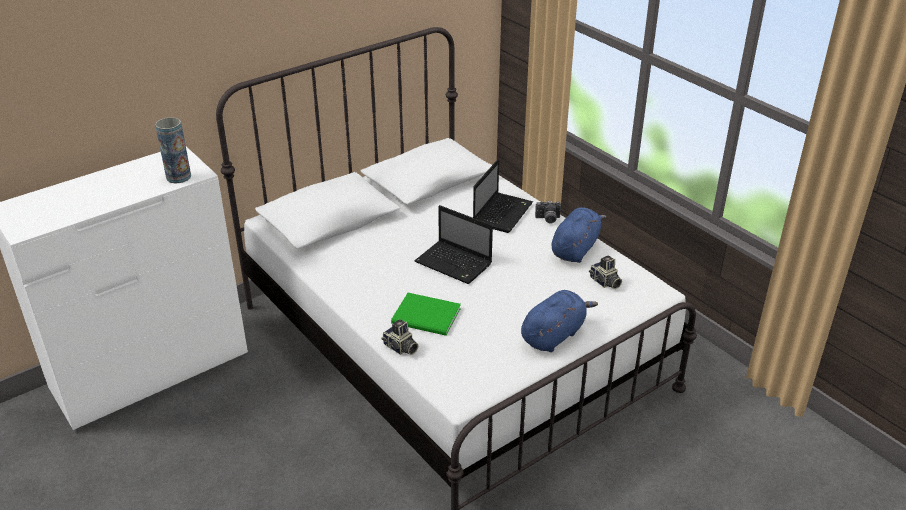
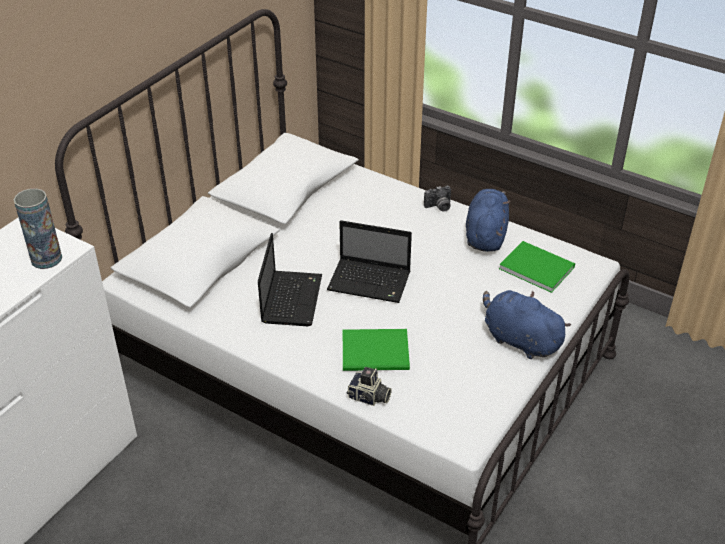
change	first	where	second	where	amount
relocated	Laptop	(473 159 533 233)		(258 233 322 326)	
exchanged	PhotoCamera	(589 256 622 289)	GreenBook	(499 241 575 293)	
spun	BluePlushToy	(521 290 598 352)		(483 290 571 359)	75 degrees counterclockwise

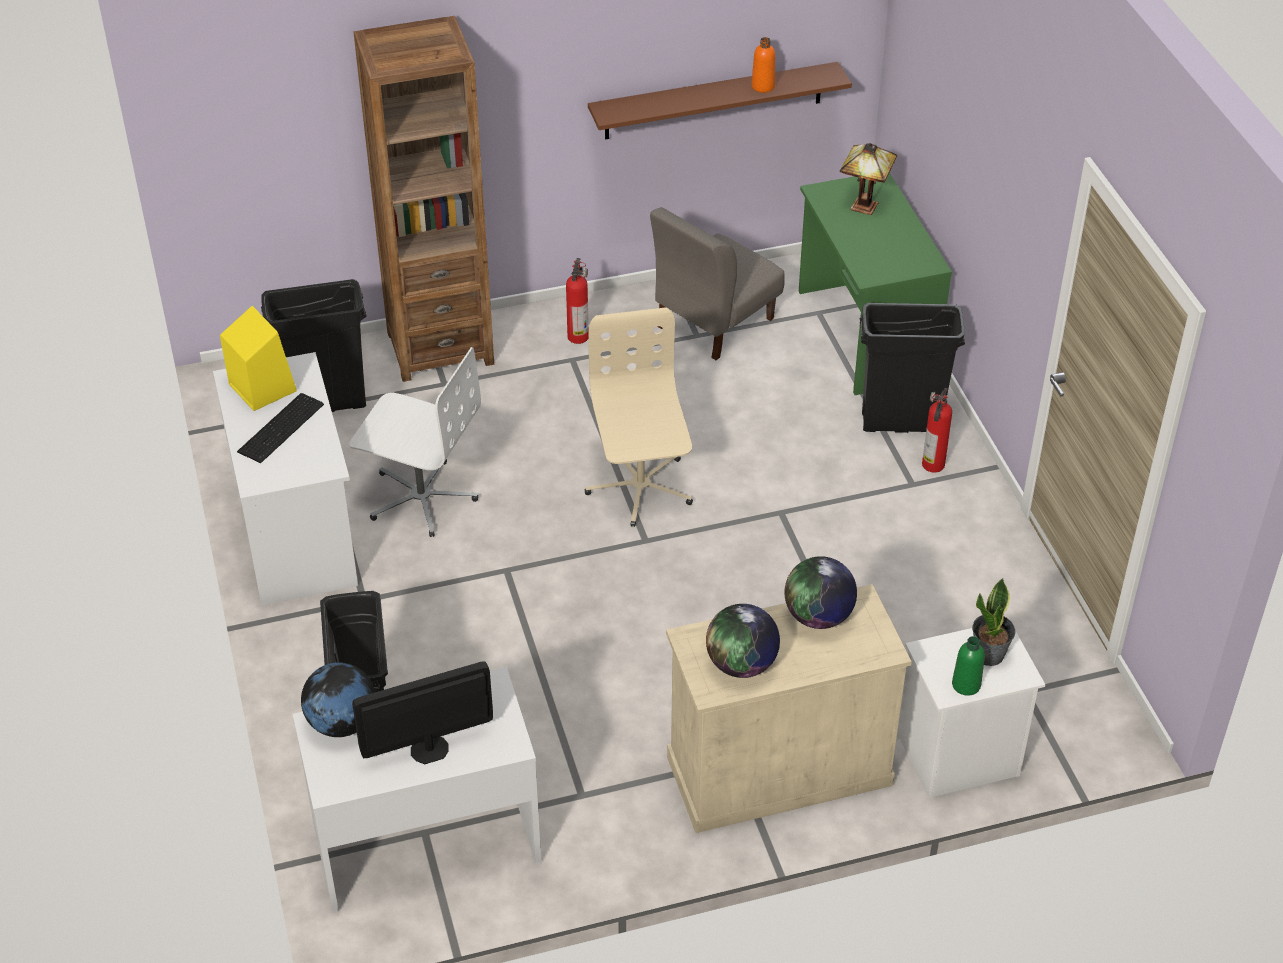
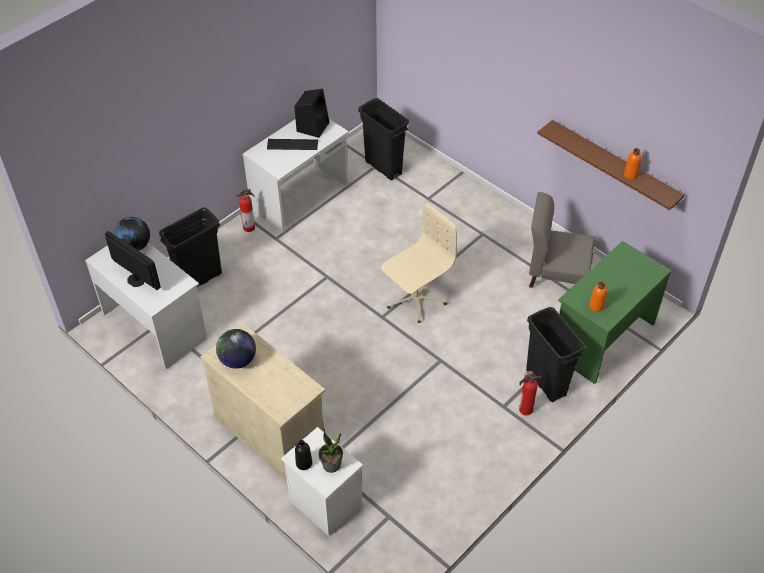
change	first	where	second	where	amount
missing	BrownBookcase	(353 16 494 382)			
missing	TableLamp	(840 143 897 215)			
relocated	FireExtinguisher	(566 258 589 344)		(236 189 255 232)	
colour	YellowSpeaker	(220 306 297 411)	BlackSpeaker	(294 89 329 138)	
missing	WhiteOfficeChair	(349 347 481 537)			
missing	Globe	(784 556 857 629)			
colour	GreenBottle	(952 636 985 696)	BlackBottle	(295 440 312 470)	
appeared			OrangeBottle	(589 282 607 312)	

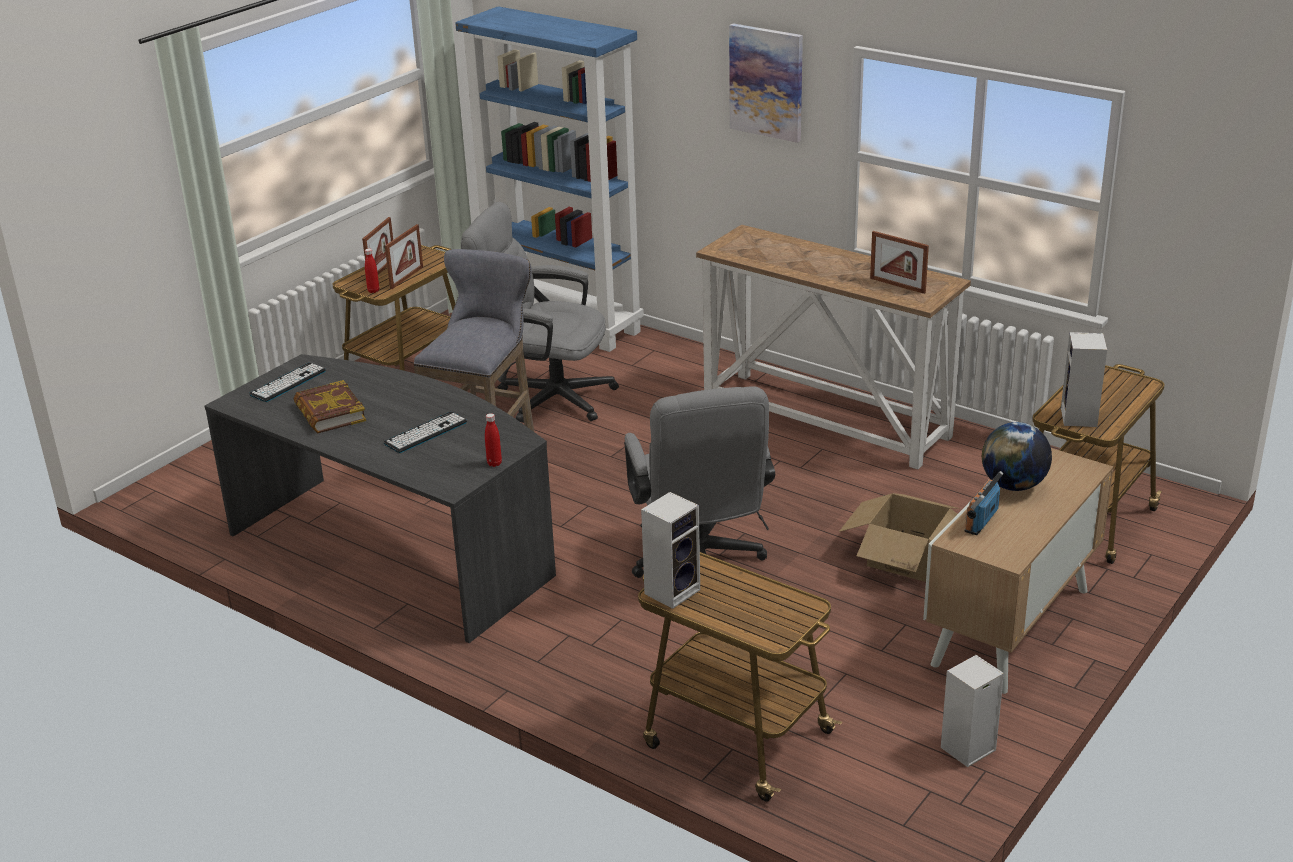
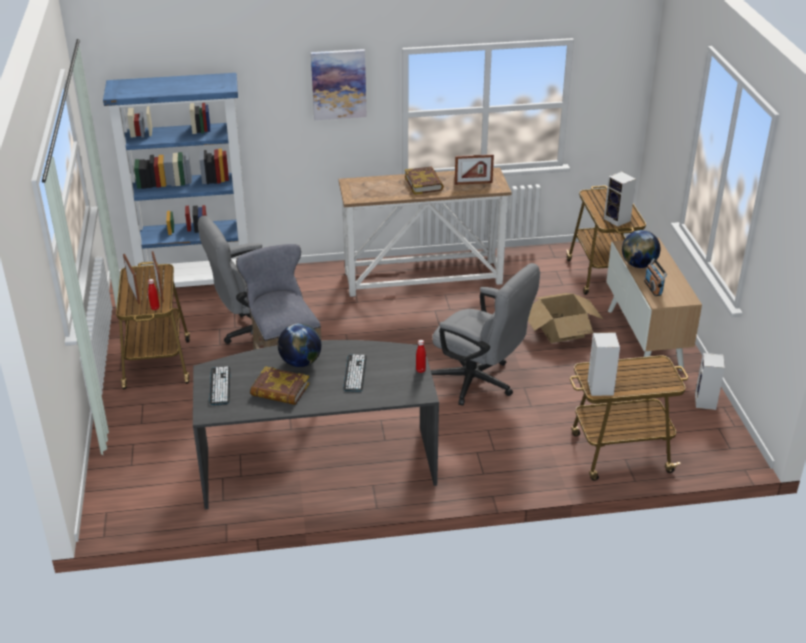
change	first	where	second	where	amount
appeared			Book	(405 166 444 194)	
appeared			Globe	(278 323 321 367)	

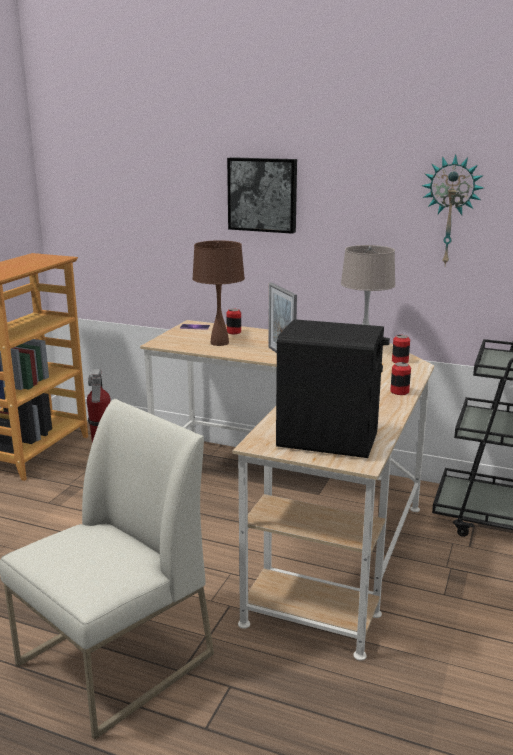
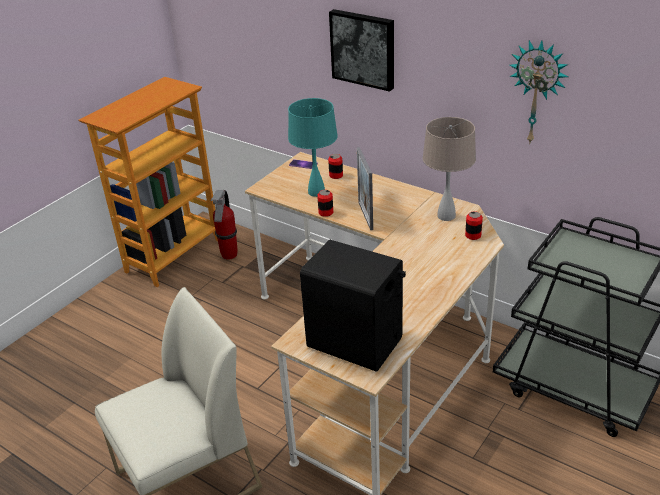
change	first	where	second	where	amount
colour	BrownTableLamp	(192 240 245 346)	TurquoiseTableLamp	(288 98 338 197)	
relocated	Can	(390 362 411 395)		(317 190 333 217)	

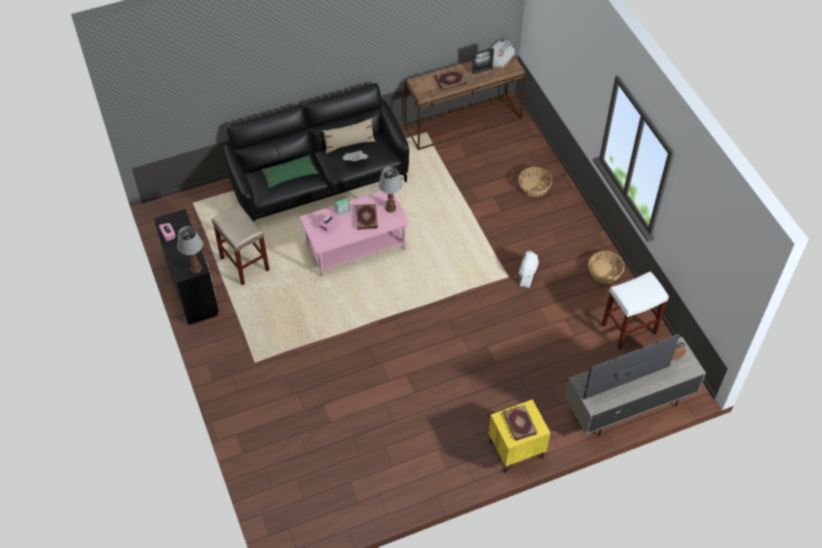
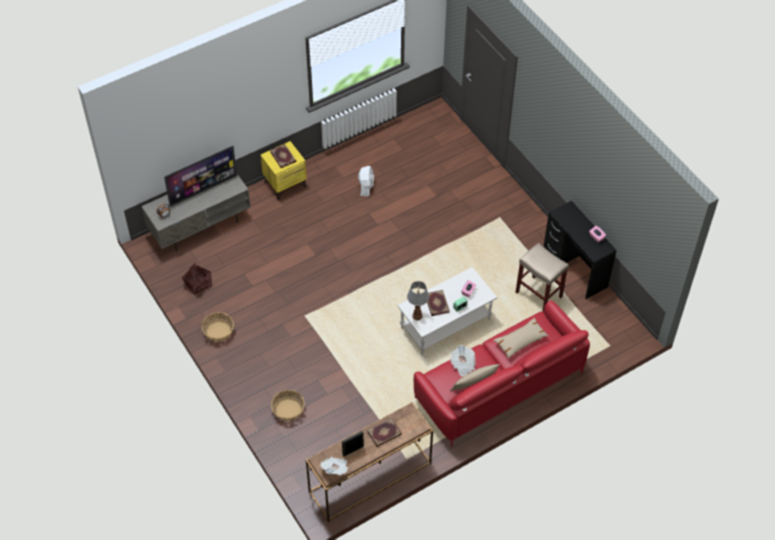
change	first	where	second	where	amount
colour	BlackSofa	(224 83 409 221)	RedSofa	(414 300 590 447)	
colour	GreenPillow	(261 154 319 188)	BeigePillow	(493 318 549 358)	
colour	PinkCoffeeTable	(299 191 410 276)	WhiteCoffeeTable	(398 267 498 356)	
missing	TableLamp	(177 226 203 273)			
relocated	WhiteFan	(519 251 539 288)		(358 166 374 197)	
exchanged	WhiteStool	(602 271 669 350)	Basket	(182 263 212 295)	

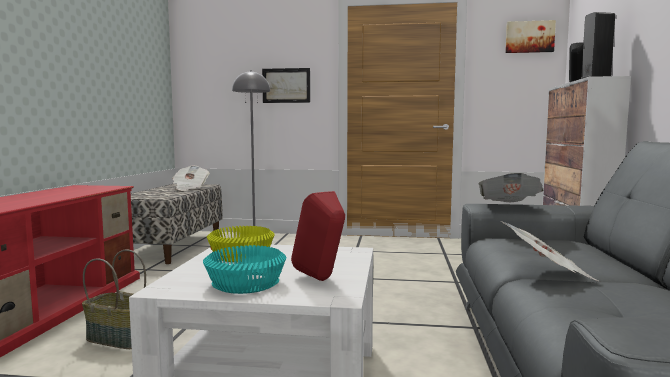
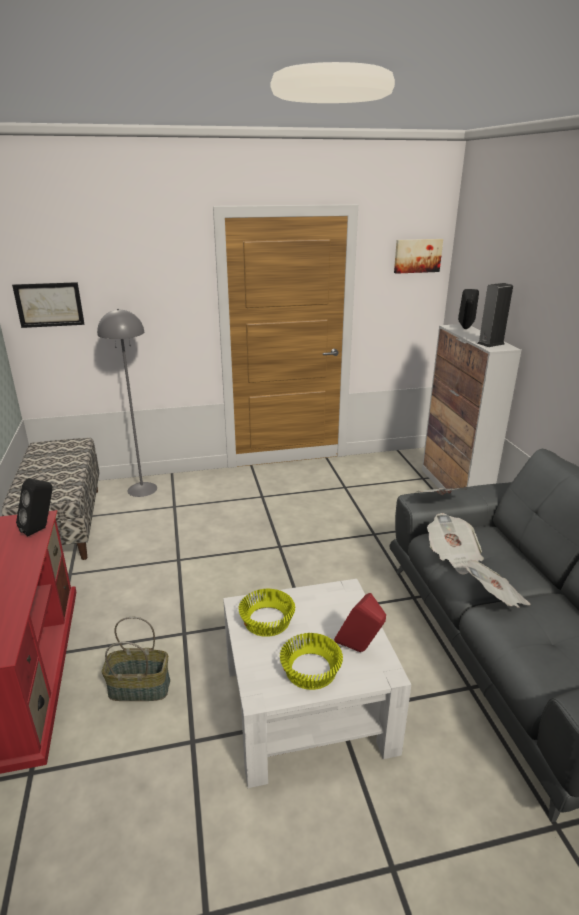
change	first	where	second	where	amount
relocated	Picture	(262 68 310 103)		(12 282 84 328)	
relocated	Newspaper	(172 166 209 190)		(427 513 484 575)	
colour	TurquoiseBowl	(203 245 286 294)	YellowBowl	(280 633 343 690)	
appeared			BlackSpeaker	(16 478 53 536)	

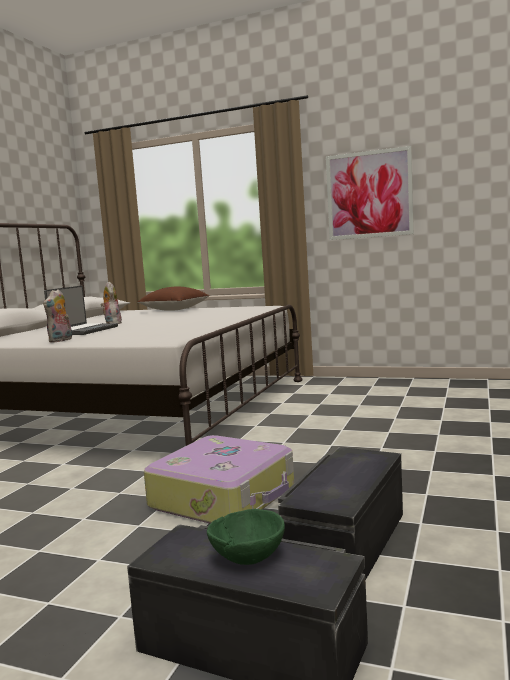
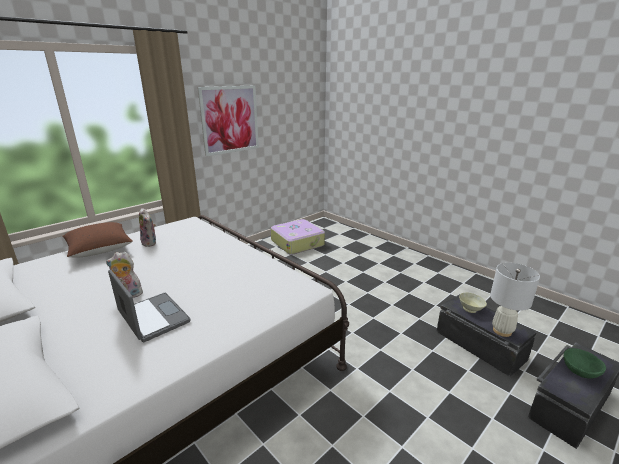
change	first	where	second	where	amount
relocated	PlushToy	(43 289 72 342)		(139 208 156 247)	
relocated	Suitcase	(144 435 294 524)		(271 219 325 255)	
appeared			WhiteTableLamp	(490 263 540 337)	
appeared			BeigeBowl	(459 293 487 313)	

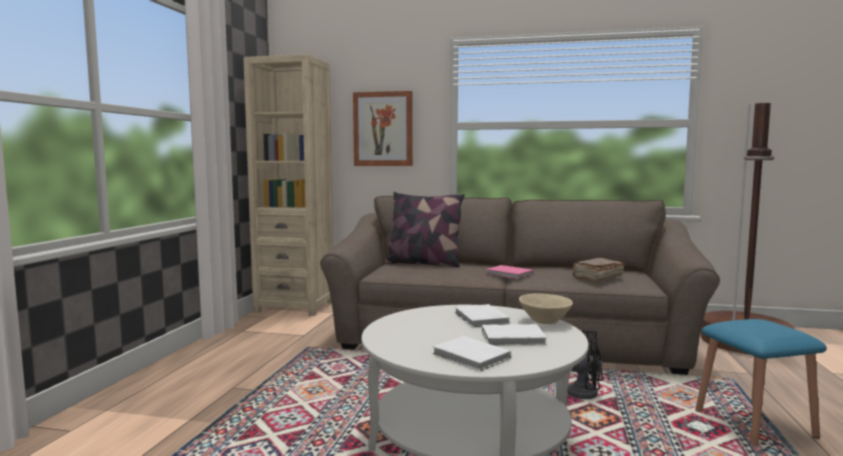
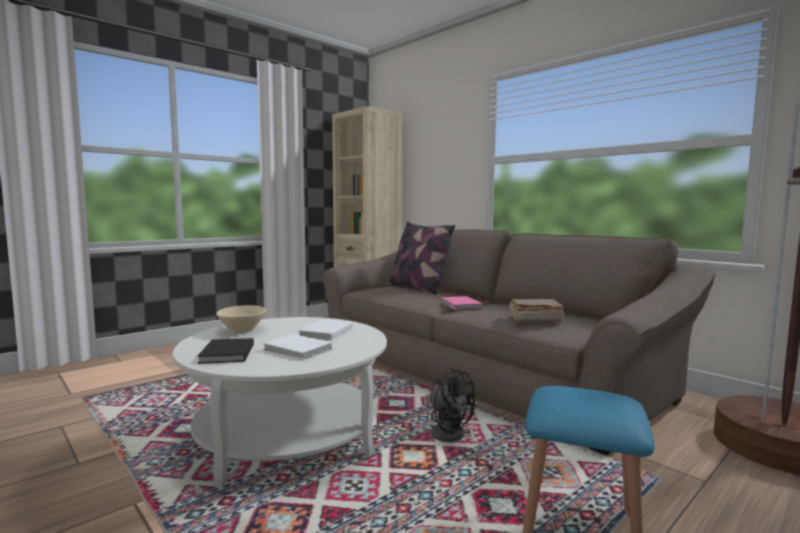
change	first	where	second	where	amount
missing	Picture	(353 91 413 166)			
relocated	BeigeBowl	(519 293 573 324)		(216 305 267 333)	
colour	WhiteBook	(432 336 511 371)	BlackBook	(197 338 254 364)	

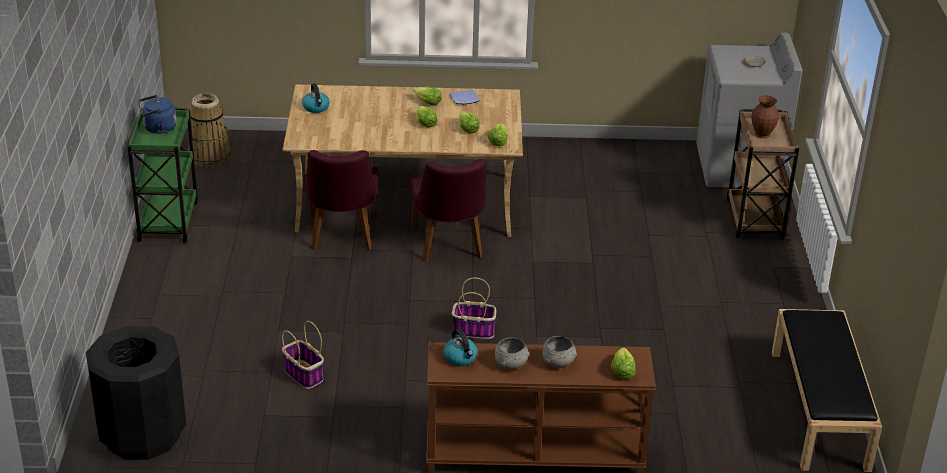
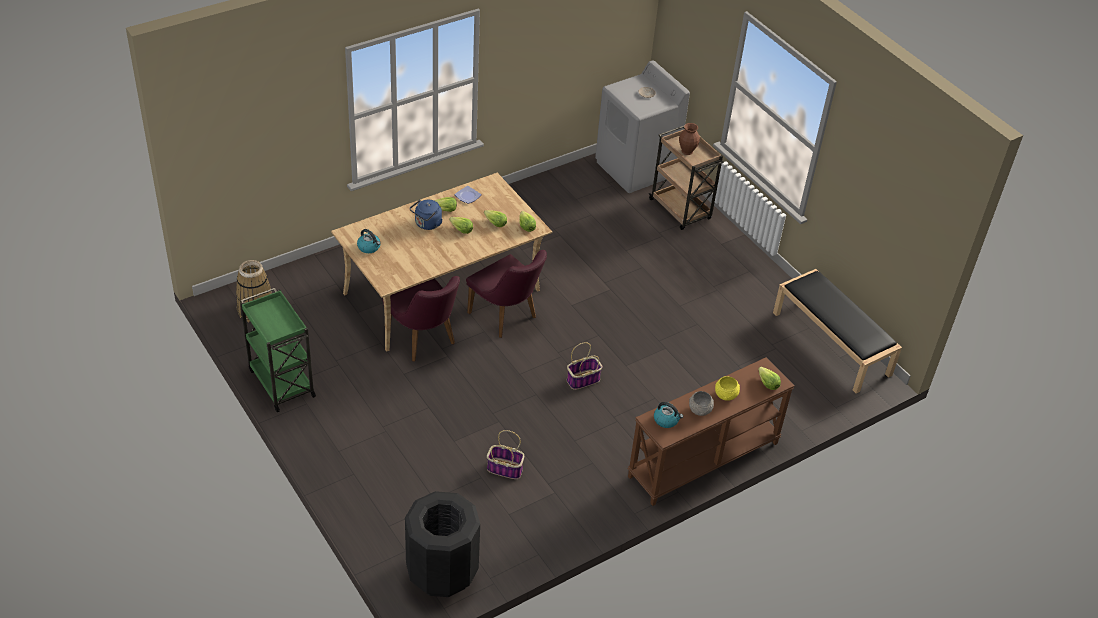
change	first	where	second	where	amount
relocated	BlueKettle	(138 95 177 134)		(410 200 443 230)	
colour	GreyBowl	(542 336 577 368)	YellowBowl	(715 376 740 401)	

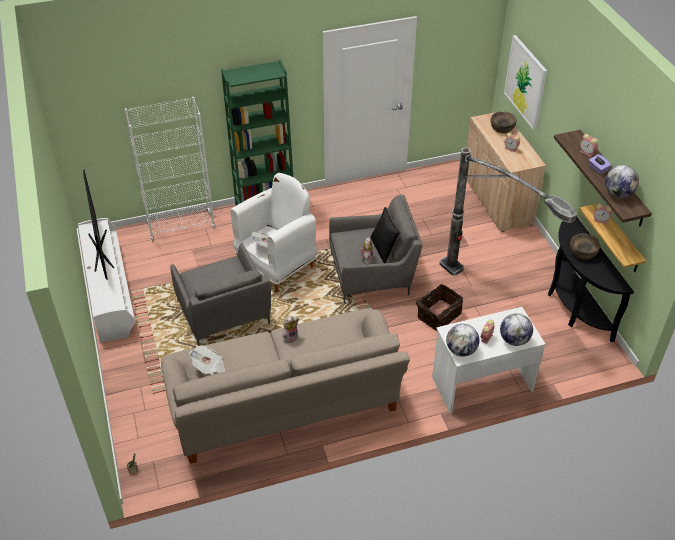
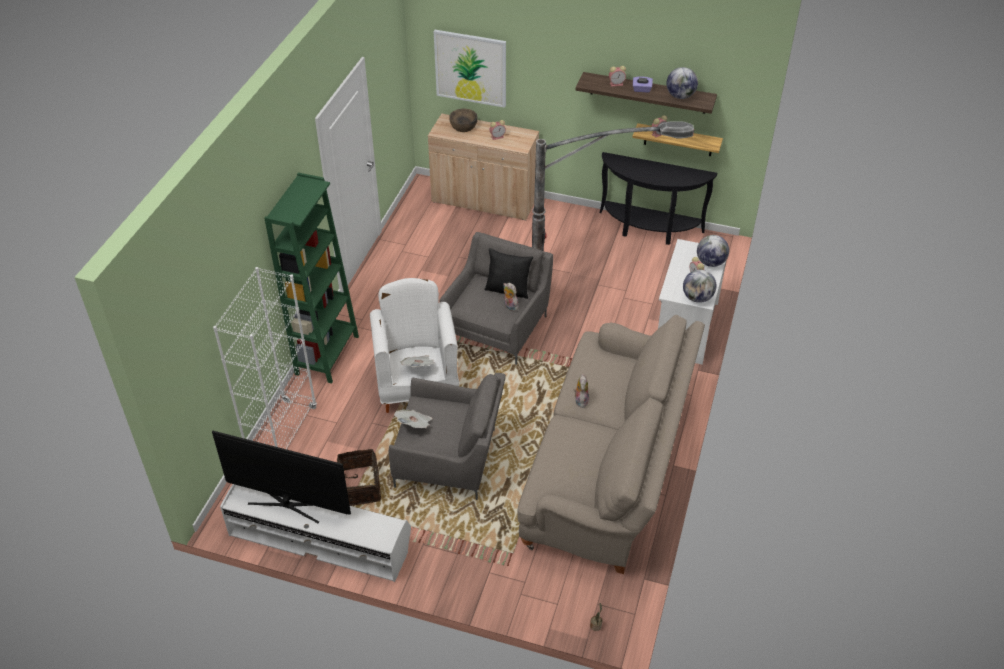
change	first	where	second	where	amount
missing	BrownBowl	(570 233 601 260)			
relocated	Basket	(416 284 463 331)		(337 449 381 506)	
relocated	Newspaper	(189 345 225 375)		(394 410 432 428)	

